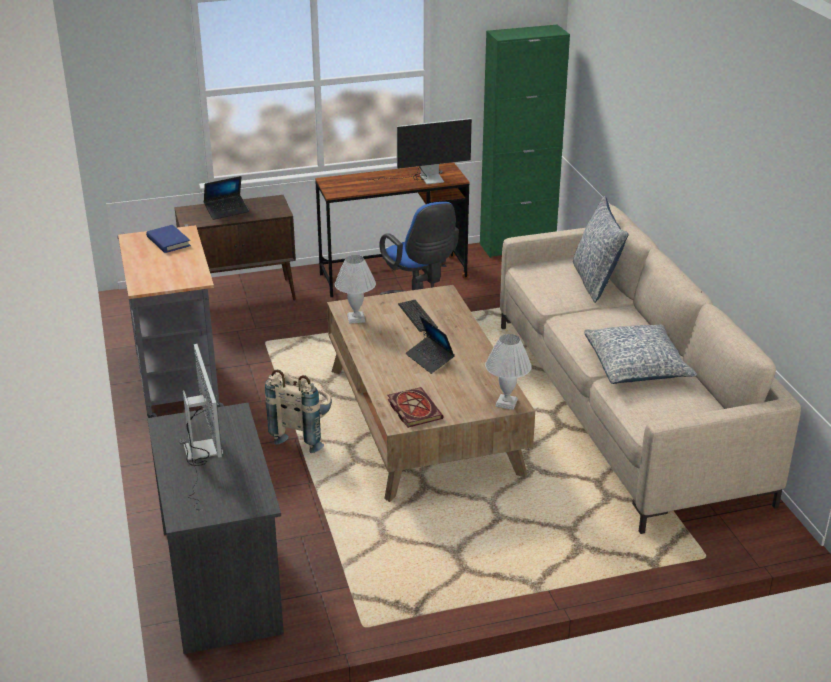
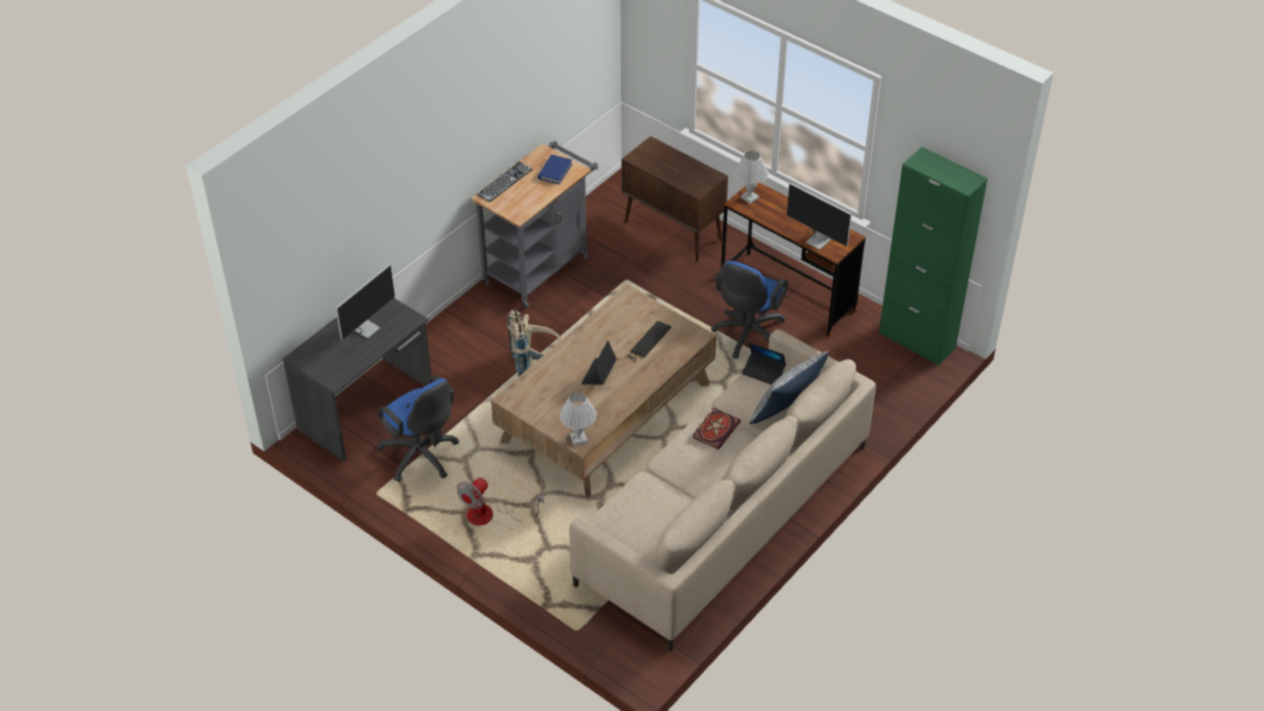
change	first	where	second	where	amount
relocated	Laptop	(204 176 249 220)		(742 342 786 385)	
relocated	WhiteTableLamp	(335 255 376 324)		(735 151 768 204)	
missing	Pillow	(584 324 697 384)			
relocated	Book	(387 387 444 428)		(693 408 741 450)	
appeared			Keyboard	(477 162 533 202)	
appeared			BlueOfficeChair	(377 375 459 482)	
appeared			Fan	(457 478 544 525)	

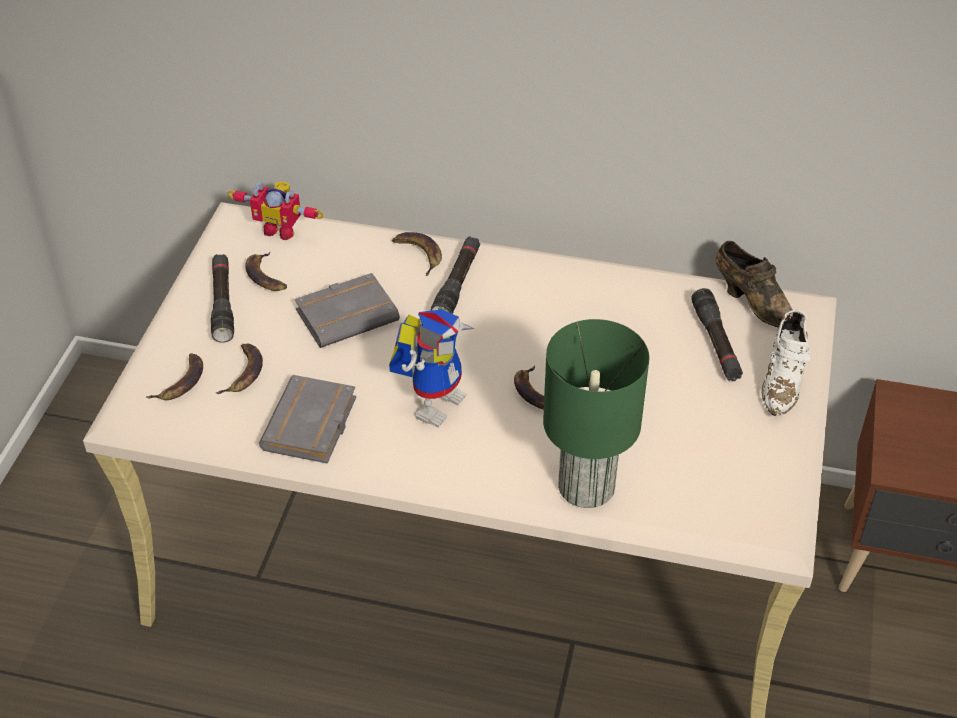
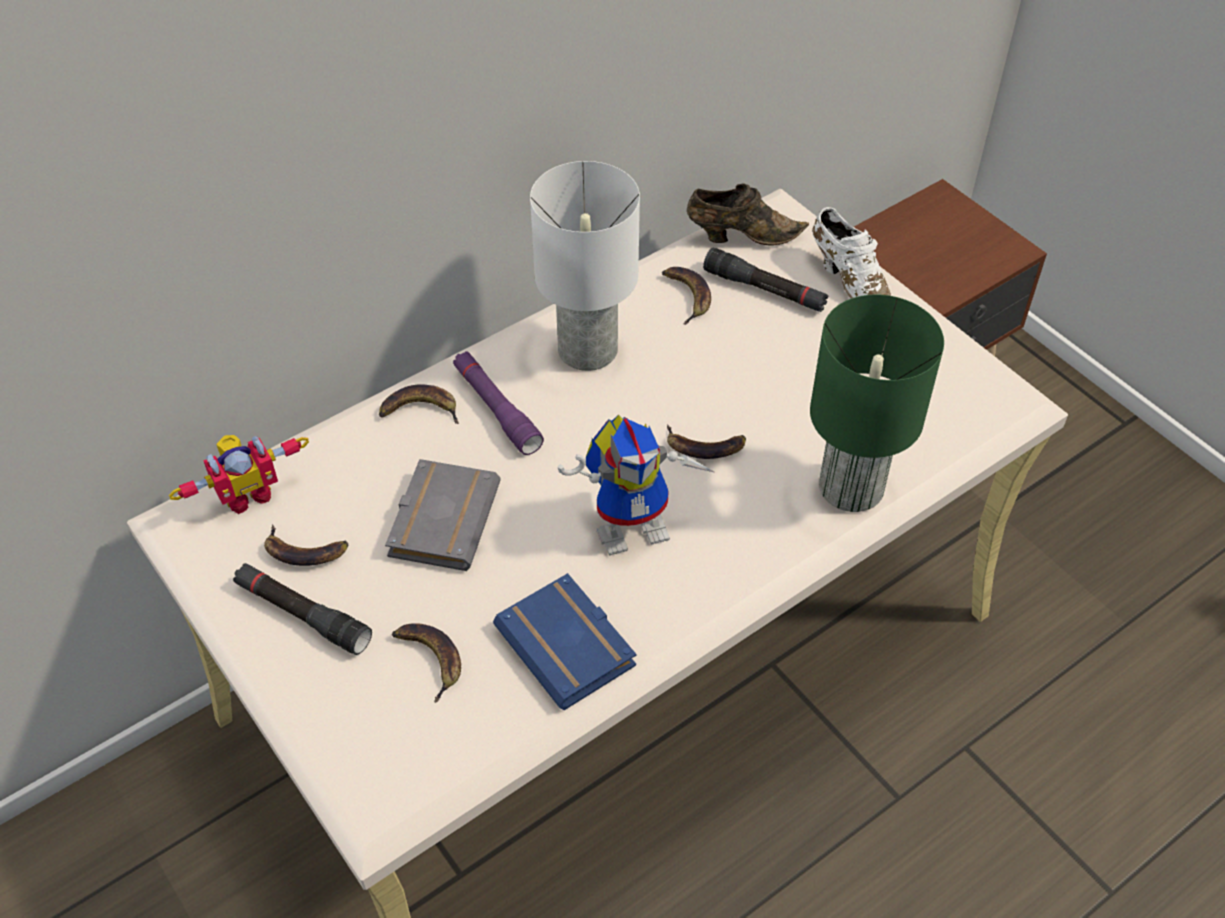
change	first	where	second	where	amount
colour	BlackFlashlight	(431 237 480 314)	PurpleFlashlight	(453 351 544 455)	
spun	ToyRobot	(389 308 475 427)		(558 415 716 556)	90 degrees clockwise
relocated	Banana	(146 353 203 400)		(662 267 711 325)	
colour	GreyBook	(259 375 356 464)	BlueBook	(493 573 636 710)	
appeared			WhiteTableLamp	(530 161 640 371)	

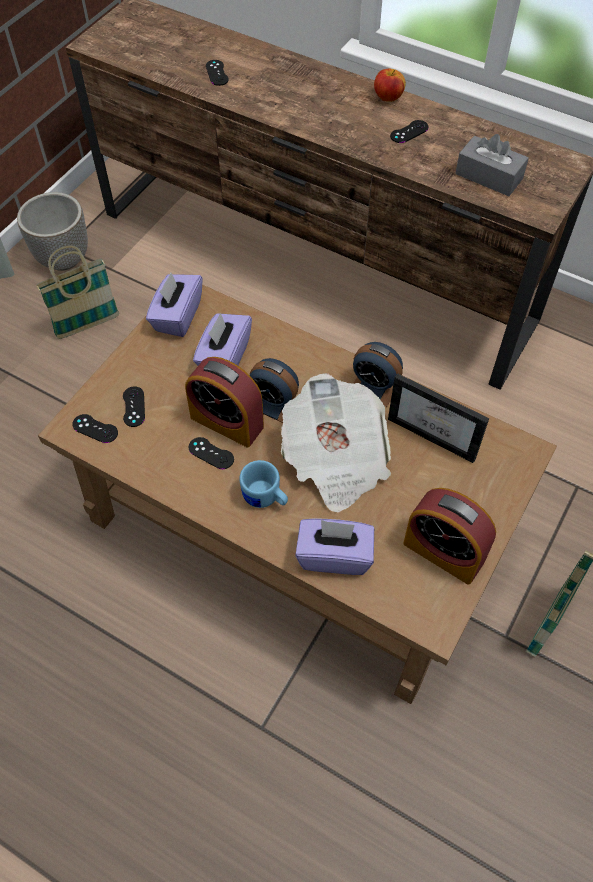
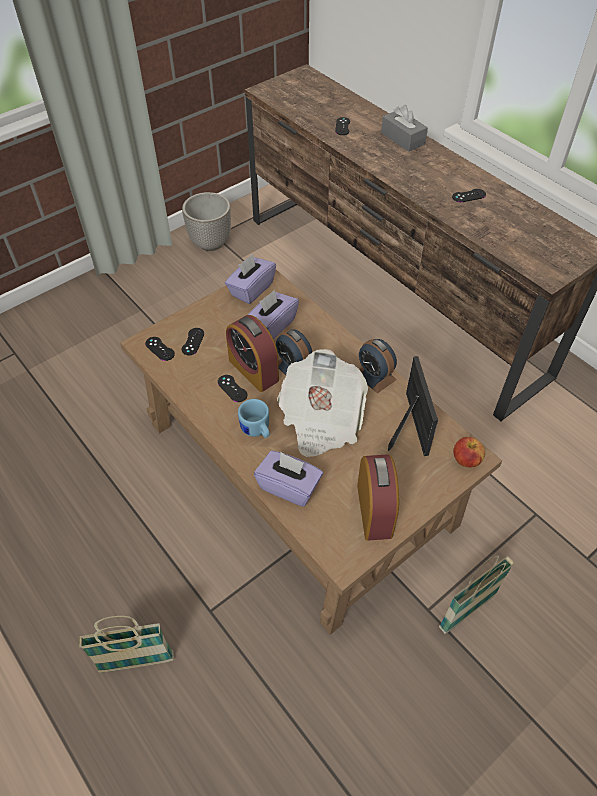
change	first	where	second	where	amount
relocated	Apple	(374 69 406 102)		(453 437 485 468)	
relocated	GreyTissueBox	(455 134 529 196)		(381 105 428 152)	
relocated	Basket	(36 246 120 339)		(79 616 174 672)	
spun	PictureFrame	(388 373 489 463)		(388 356 438 456)	150 degrees counterclockwise
spun	AlarmClock	(403 488 496 585)		(357 455 399 541)	150 degrees counterclockwise

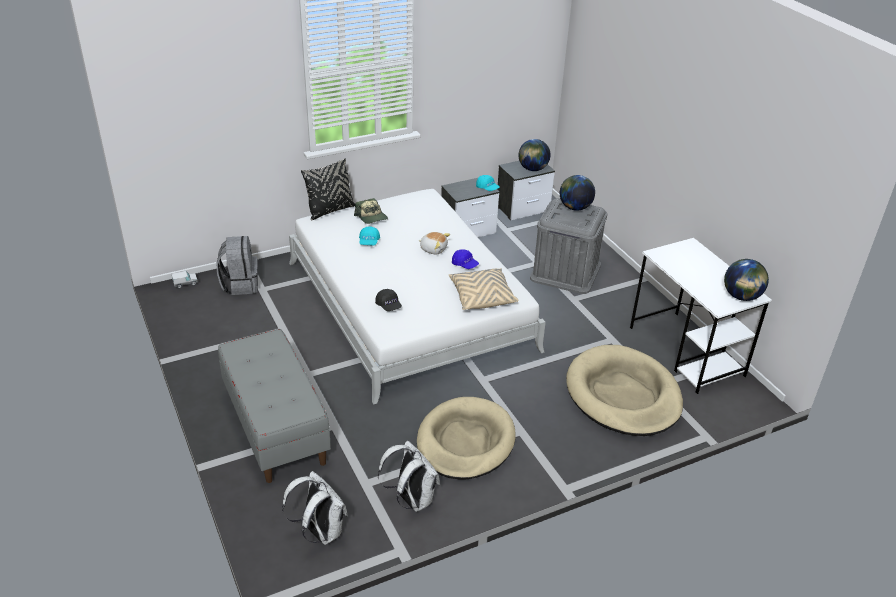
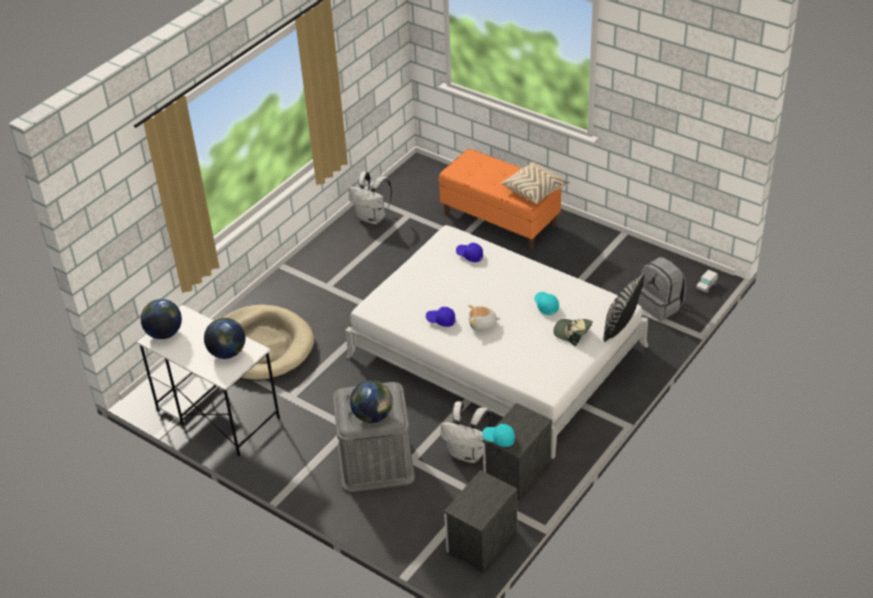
change	first	where	second	where	amount
relocated	Globe	(518 139 551 171)		(204 318 245 359)	
relocated	BeigePillow	(449 268 519 310)		(501 162 570 204)	
colour	BlackCap	(375 289 402 311)	BlueCap	(456 243 483 262)	
colour	GreyBench	(218 329 331 483)	OrangeBench	(439 149 562 250)	
missing	BeigeDogBed	(417 397 516 480)			
relocated	WhiteBackpack	(282 471 348 545)		(441 401 491 463)	

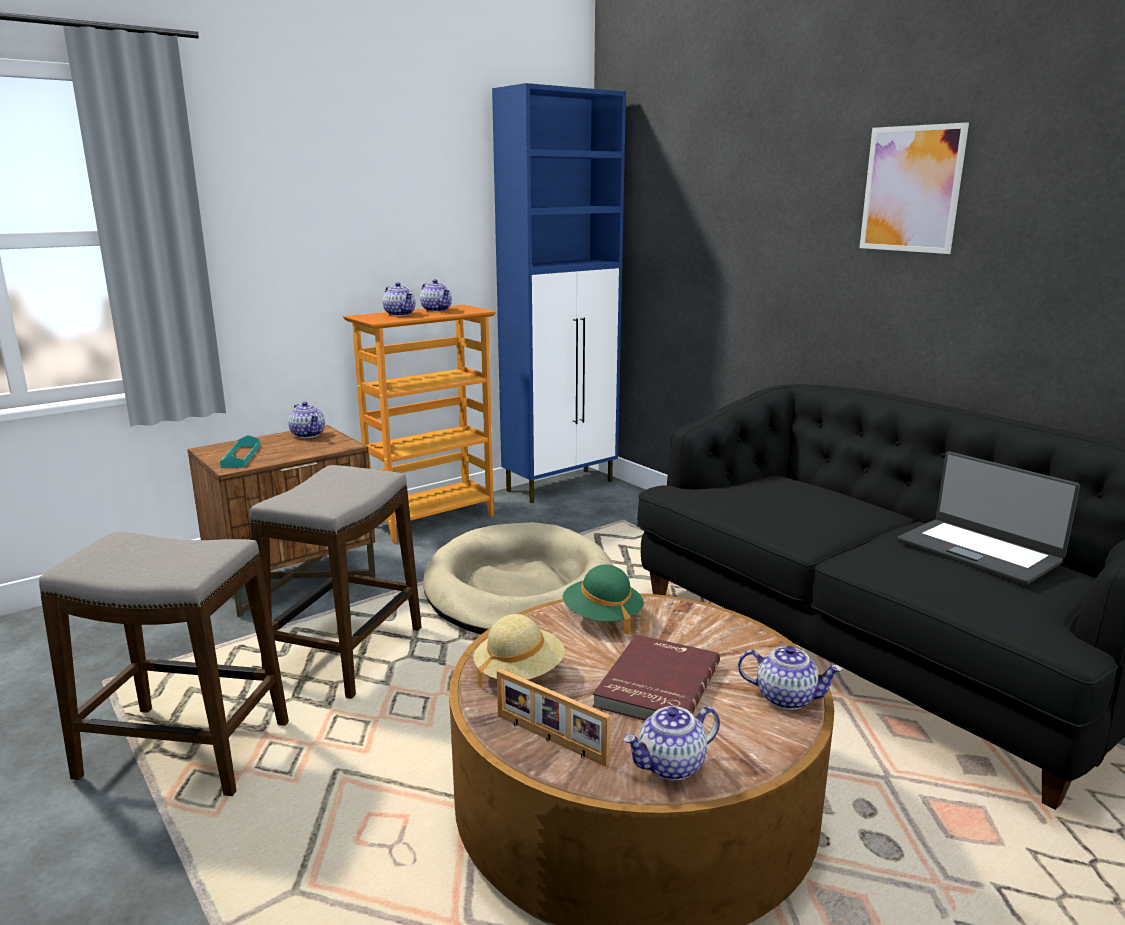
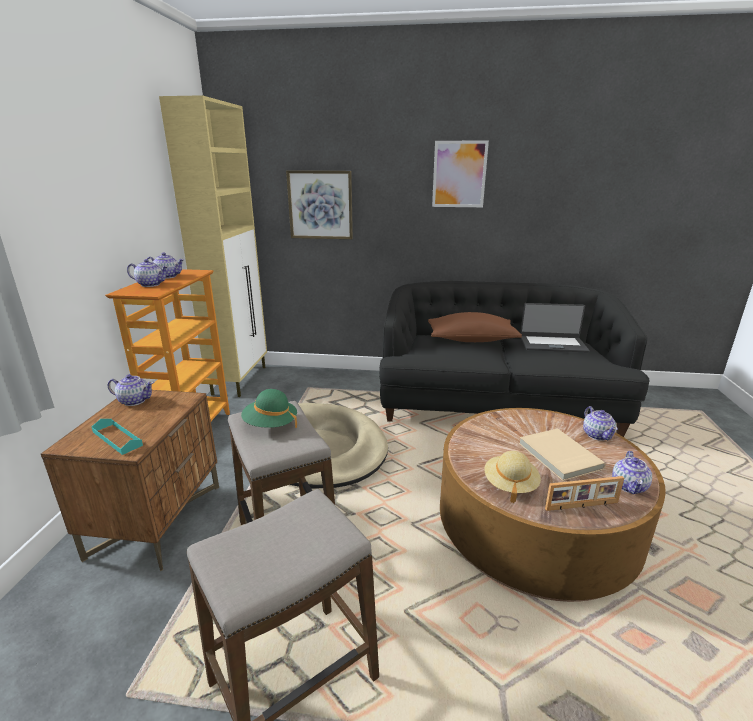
change	first	where	second	where	amount
colour	BlueCabinet	(492 83 626 503)	BeigeCabinet	(159 95 267 397)	
relocated	GreenHat	(563 565 644 634)		(241 389 297 428)	
colour	RedBook	(592 635 720 721)	BeigeBook	(519 428 606 481)	
spun	Teapot	(738 646 843 710)		(583 406 618 441)	105 degrees clockwise
appeared			Picture	(286 171 353 239)	
appeared			BrownPillow	(428 312 522 342)	

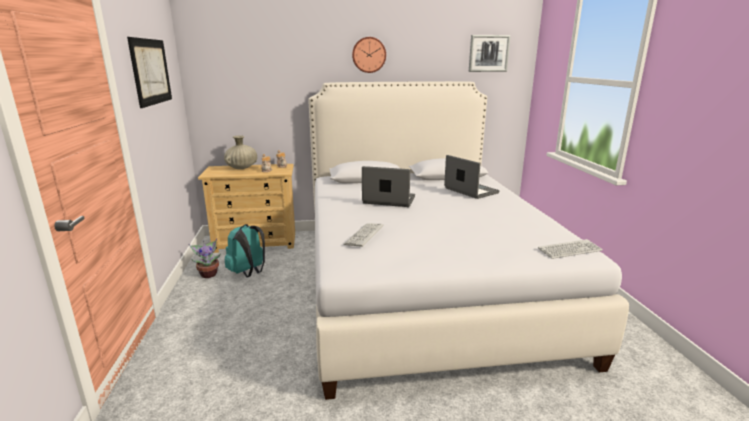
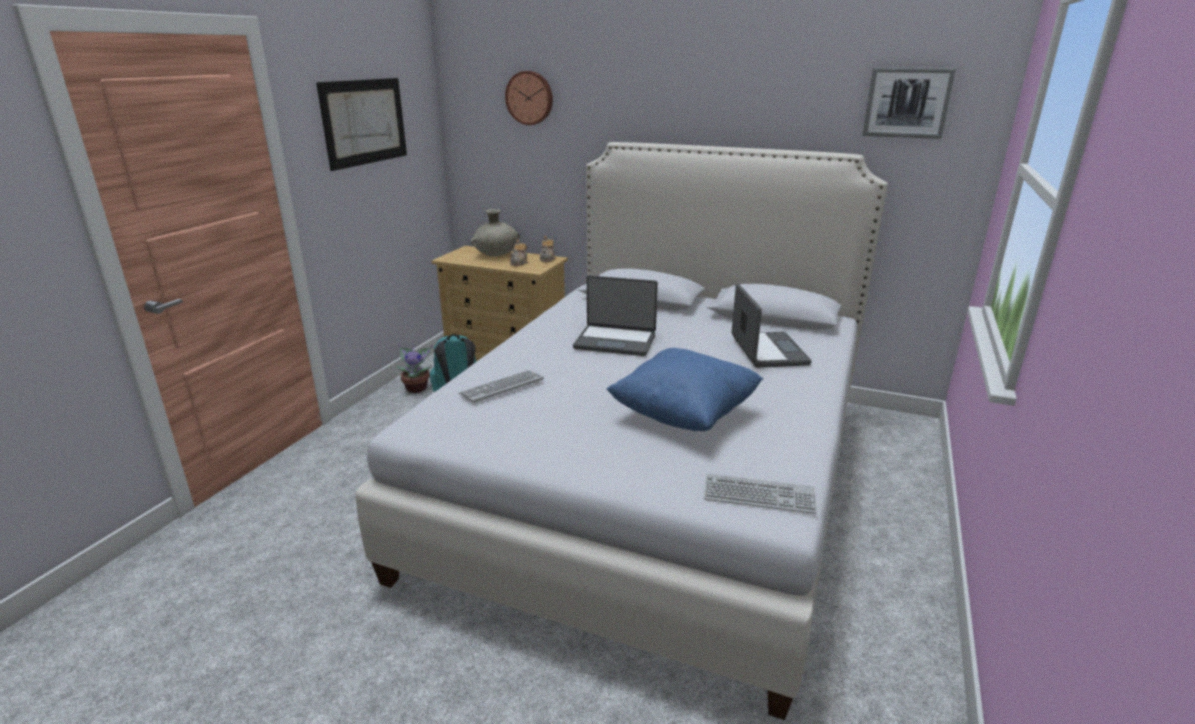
change	first	where	second	where	amount
relocated	WallClock	(352 37 386 73)		(505 71 553 125)	
spun	Laptop	(362 166 415 207)		(573 275 658 356)	150 degrees clockwise
appeared			BluePillow	(606 348 764 431)	

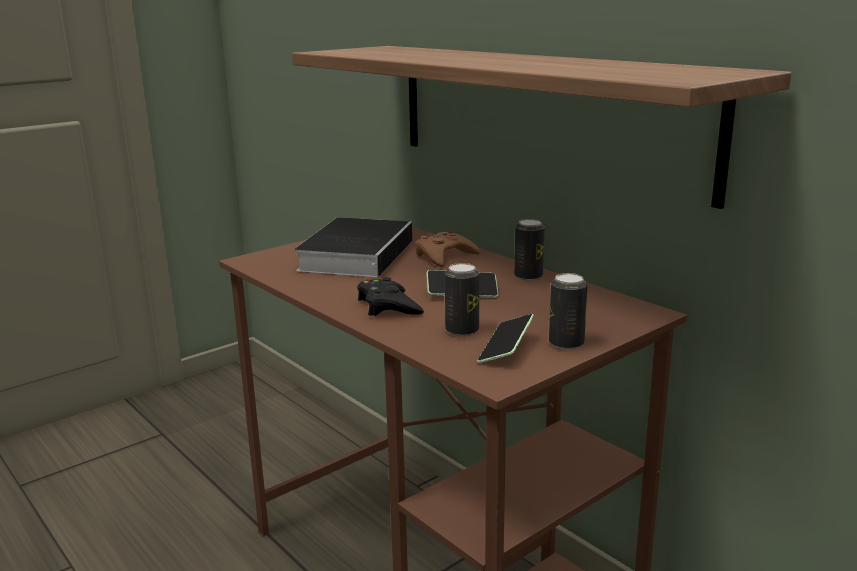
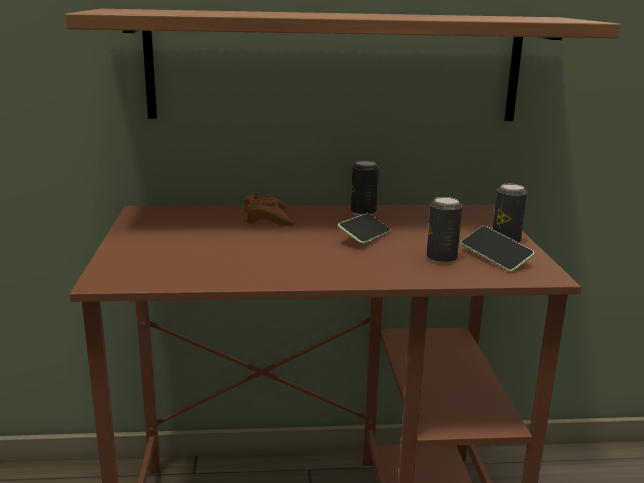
change	first	where	second	where	amount
missing	Book	(295 218 412 277)			
missing	BlackGameController	(357 277 424 316)			

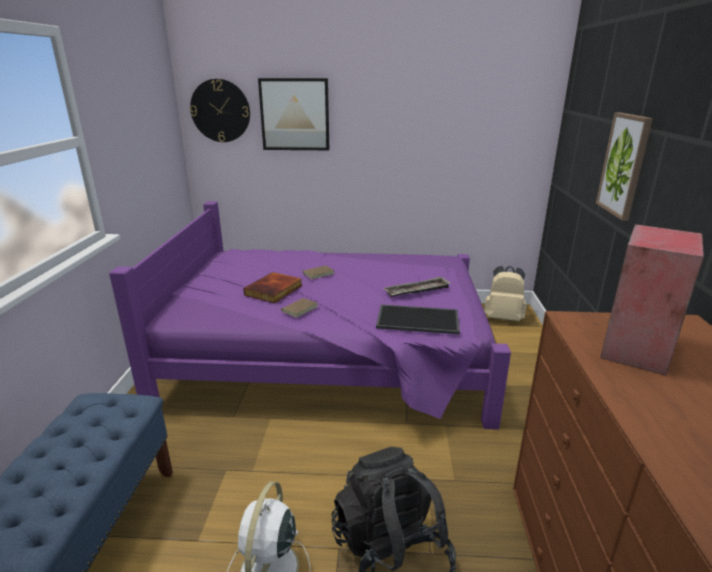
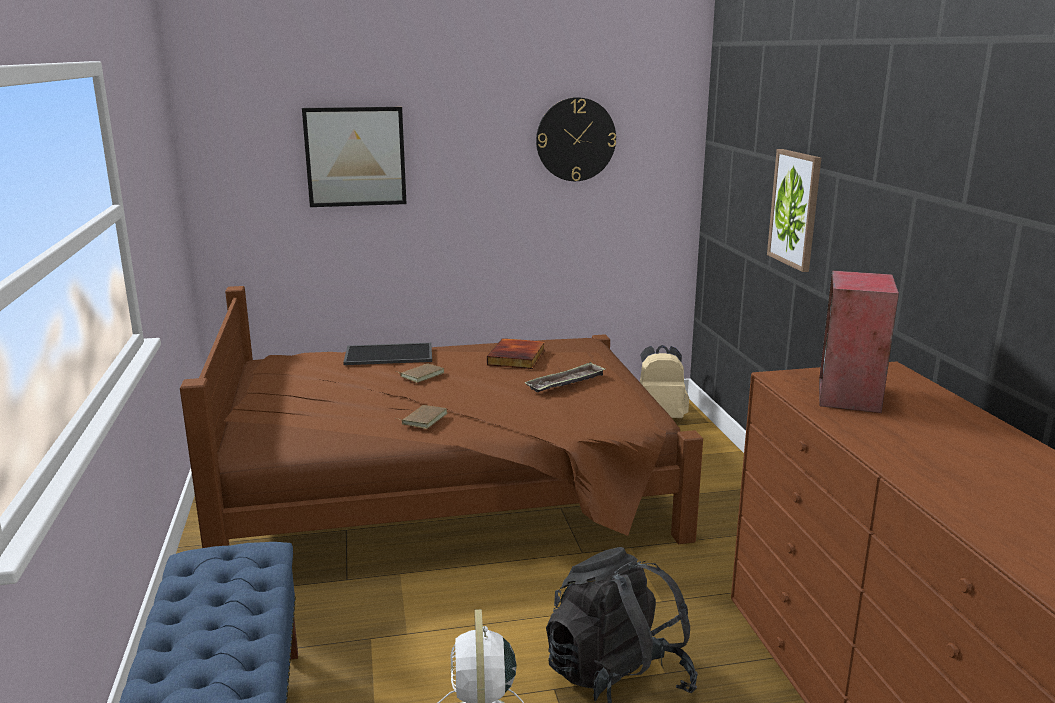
change	first	where	second	where	amount
relocated	WallClock	(190 79 250 142)		(536 97 616 181)	
colour	PurpleBed	(109 201 511 430)	BrownBed	(180 286 703 548)	
relocated	Book	(243 272 303 303)		(487 338 545 369)	
relocated	Tray	(376 304 460 334)		(343 343 432 365)	

